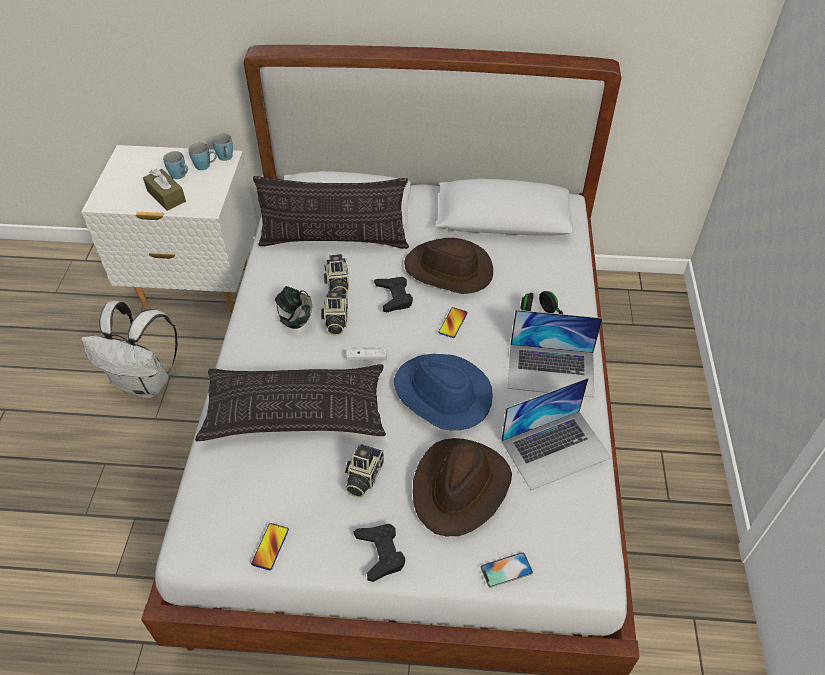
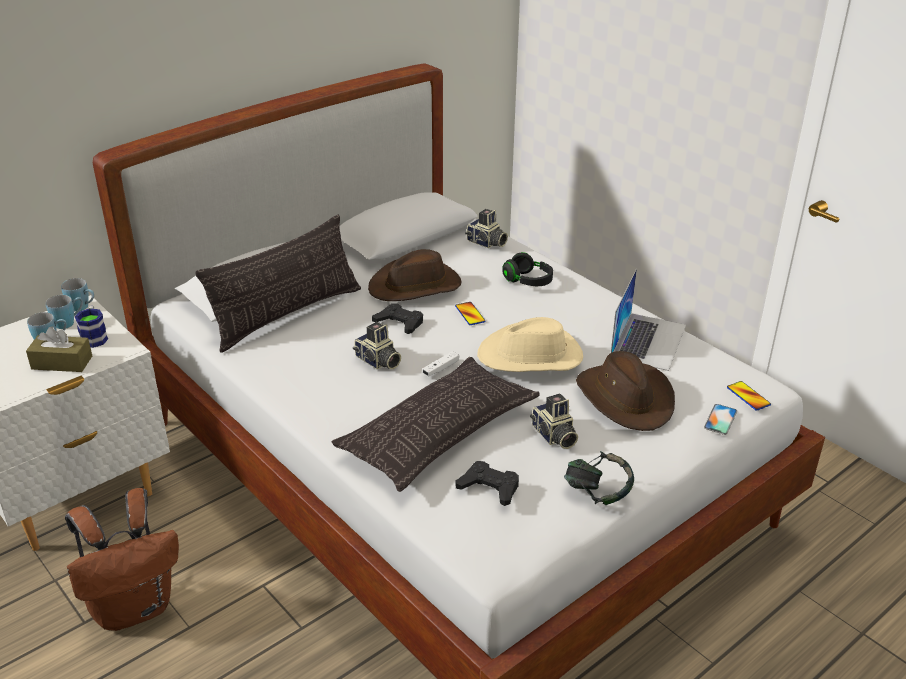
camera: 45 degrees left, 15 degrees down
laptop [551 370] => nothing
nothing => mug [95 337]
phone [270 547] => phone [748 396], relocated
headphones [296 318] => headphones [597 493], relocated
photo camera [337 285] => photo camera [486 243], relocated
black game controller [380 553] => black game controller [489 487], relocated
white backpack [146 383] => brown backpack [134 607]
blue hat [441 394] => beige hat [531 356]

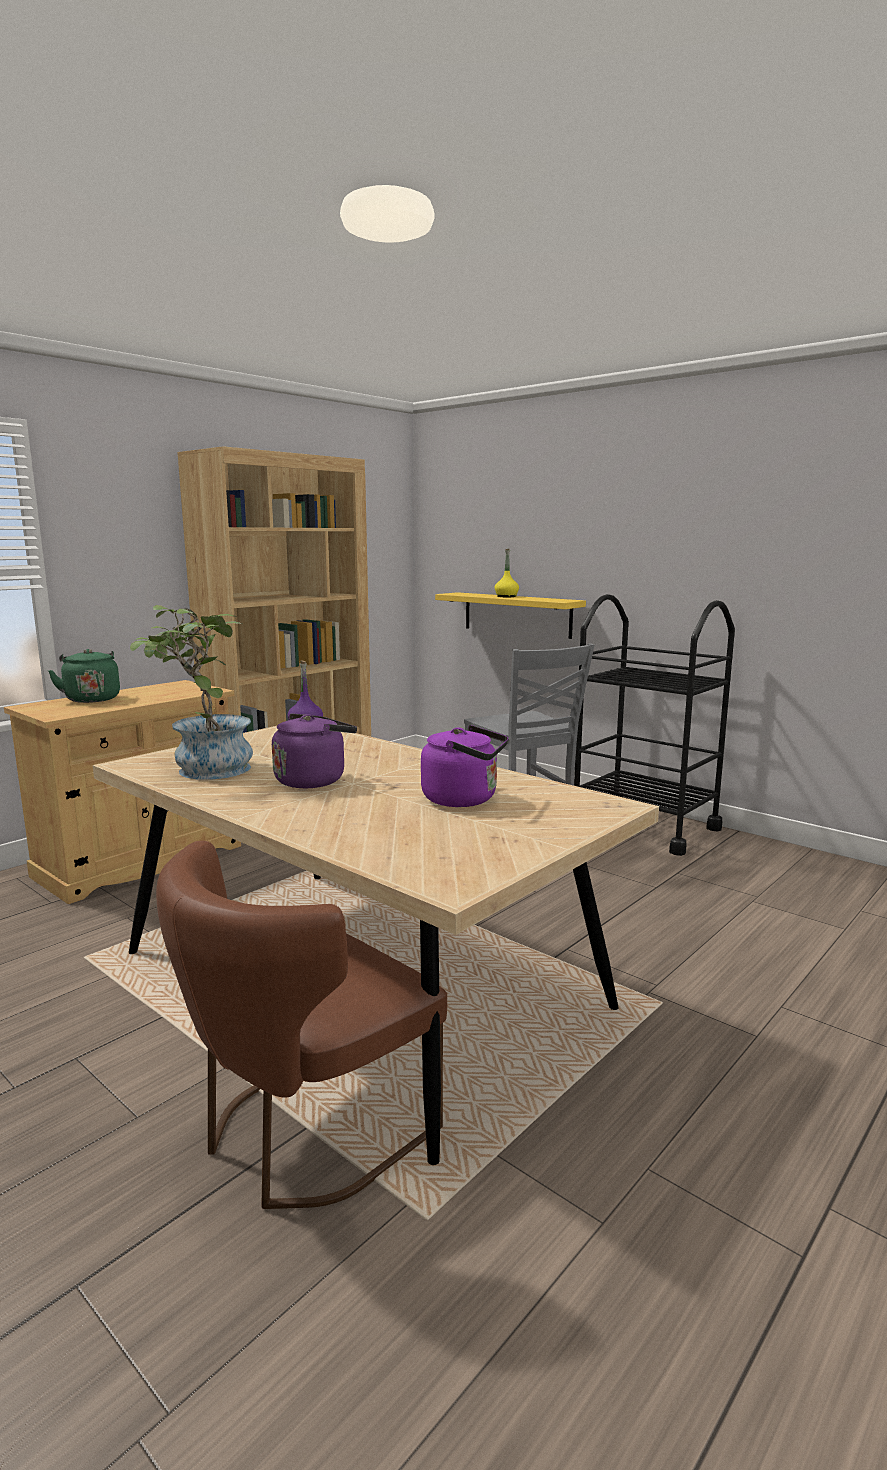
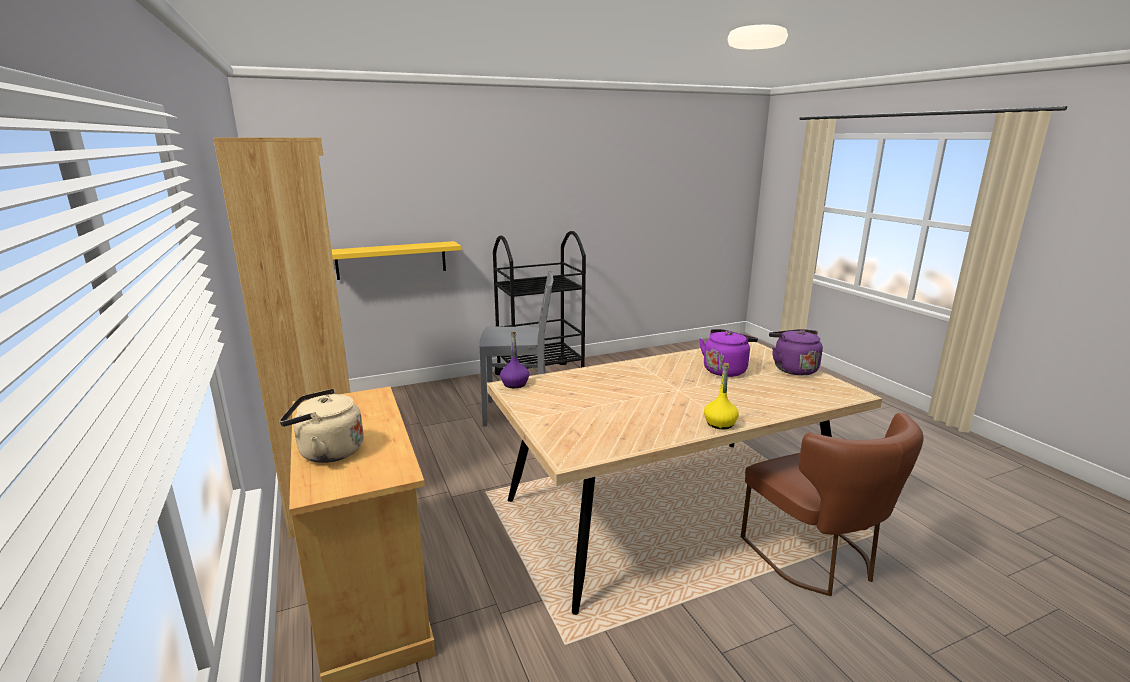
camera: 65 degrees left, 5 degrees up
potted plant [203 768] => nothing
purple kettle [313 780] => purple kettle [792 369], relocated
yellow bottle [506 596] => yellow bottle [720 423], relocated
green kettle [91 699] => beige kettle [327 452]

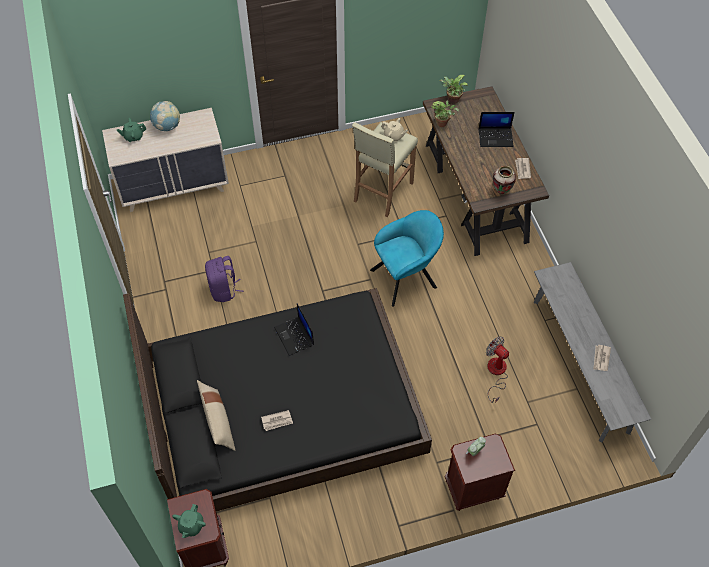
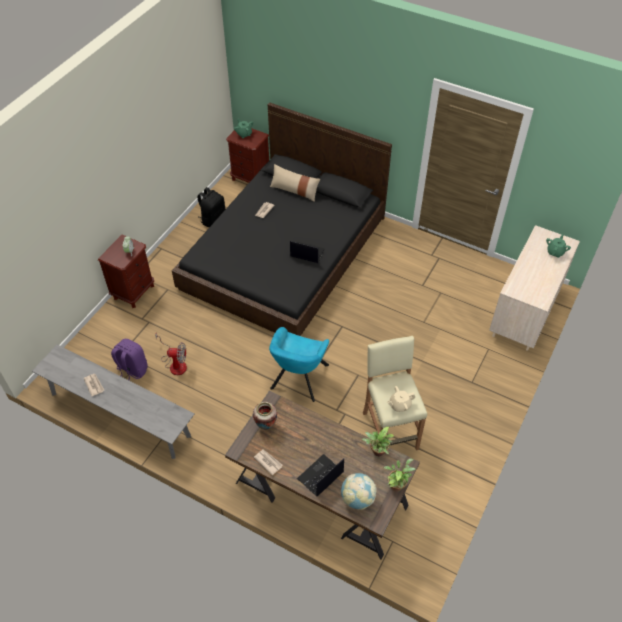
camera: 135 degrees right, 5 degrees down
nothing => black backpack [213 219]
globe [167 126] => globe [357 498], relocated
purple backpack [224 290] => purple backpack [132 370], relocated

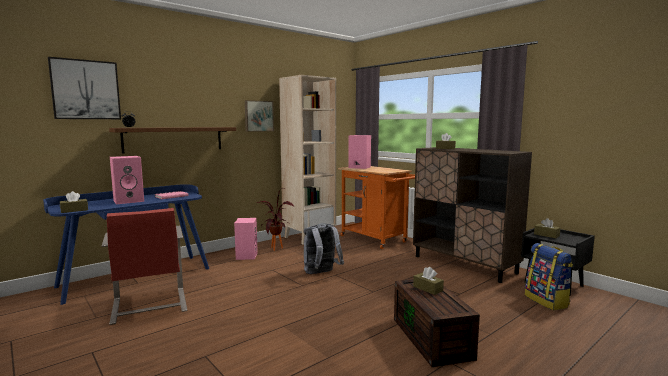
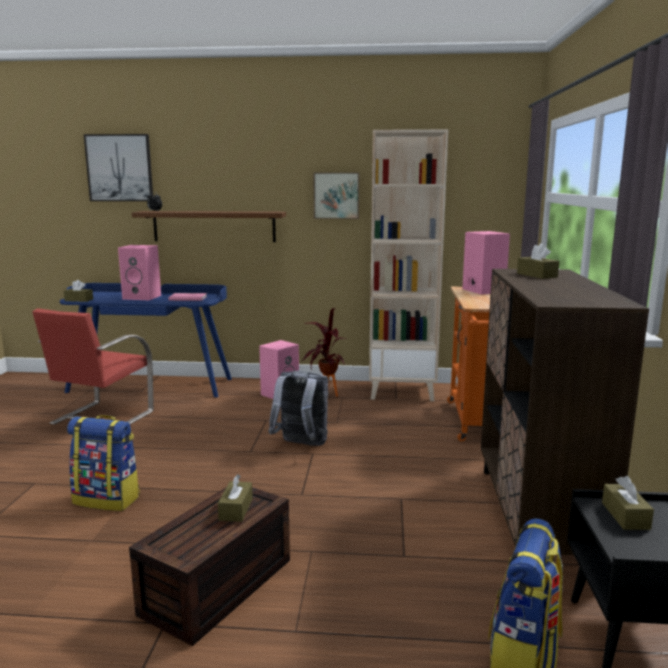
camera: 45 degrees right, 5 degrees up
nothing => backpack [108 499]

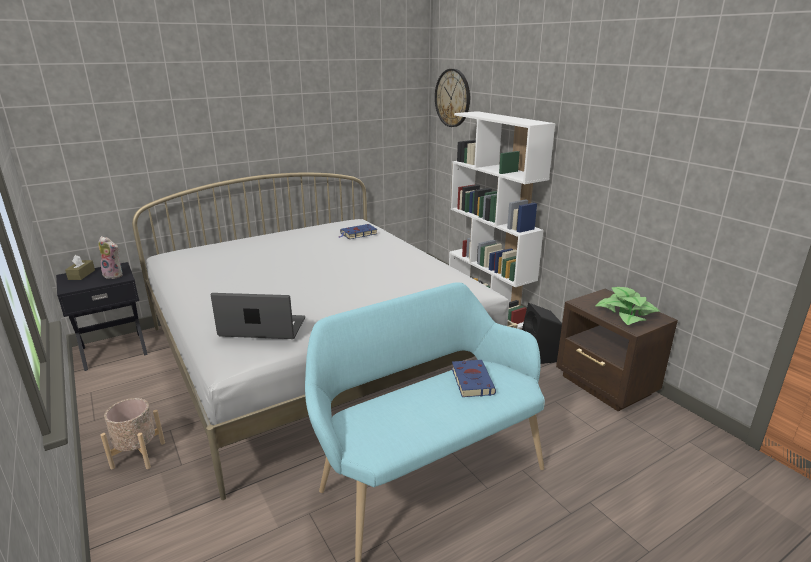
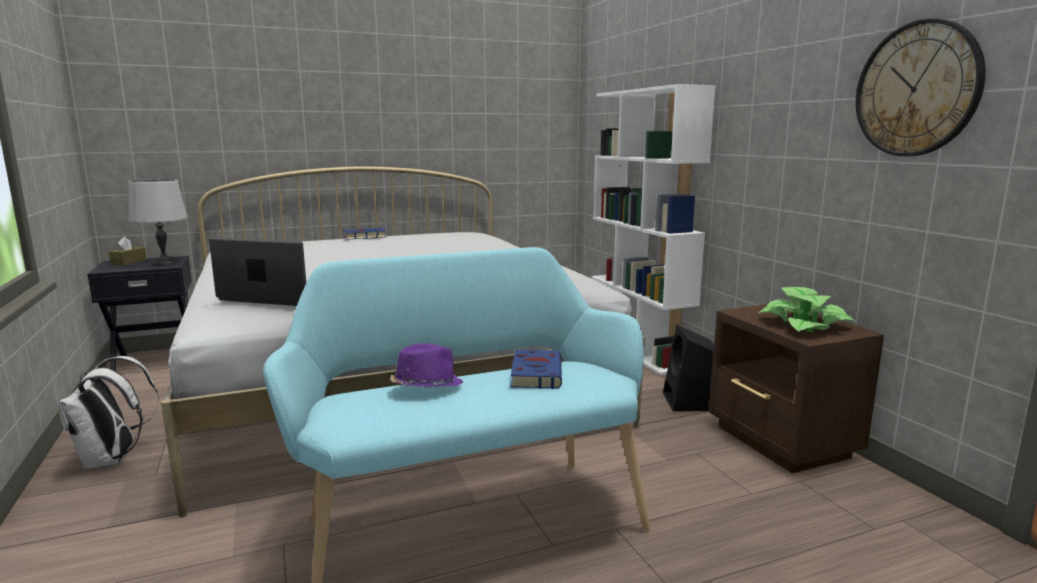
camera: 10 degrees right, 10 degrees down
nothing => purple hat [425 387]
blue book [358 234] => blue book [363 237], relocated
wall clock [452 98] => wall clock [917 89], relocated
plush toy [115 275] => grey table lamp [164 263]
beige planter [138 455] => white backpack [112 459]

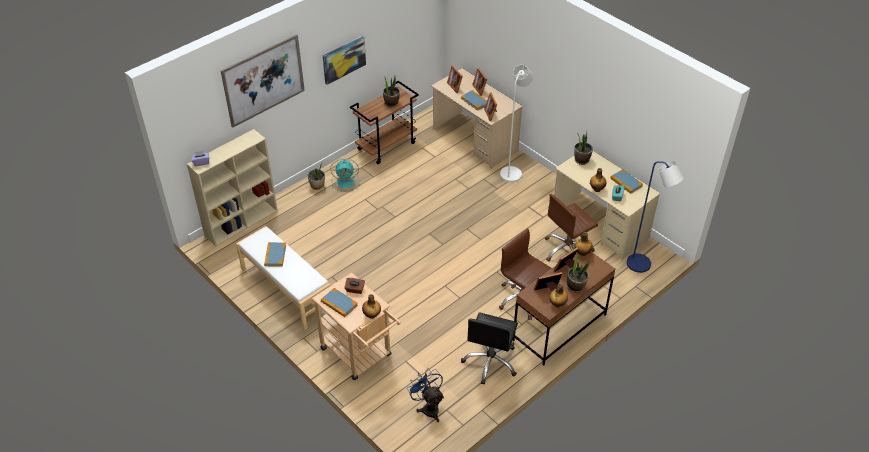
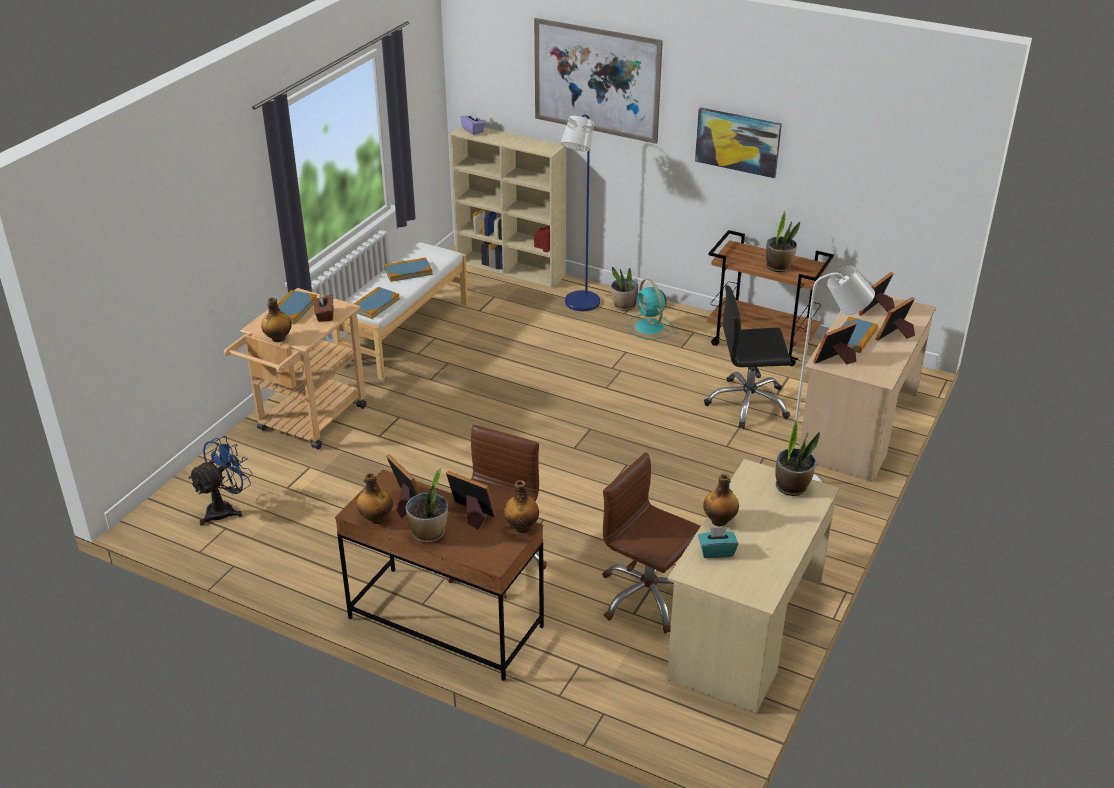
camera: 70 degrees right, 10 degrees down
black office chair [490 361] => black office chair [748 404], relocated
book [626 182] => book [375 305], relocated
blue floor lamp [642 266] => blue floor lamp [579 305], relocated

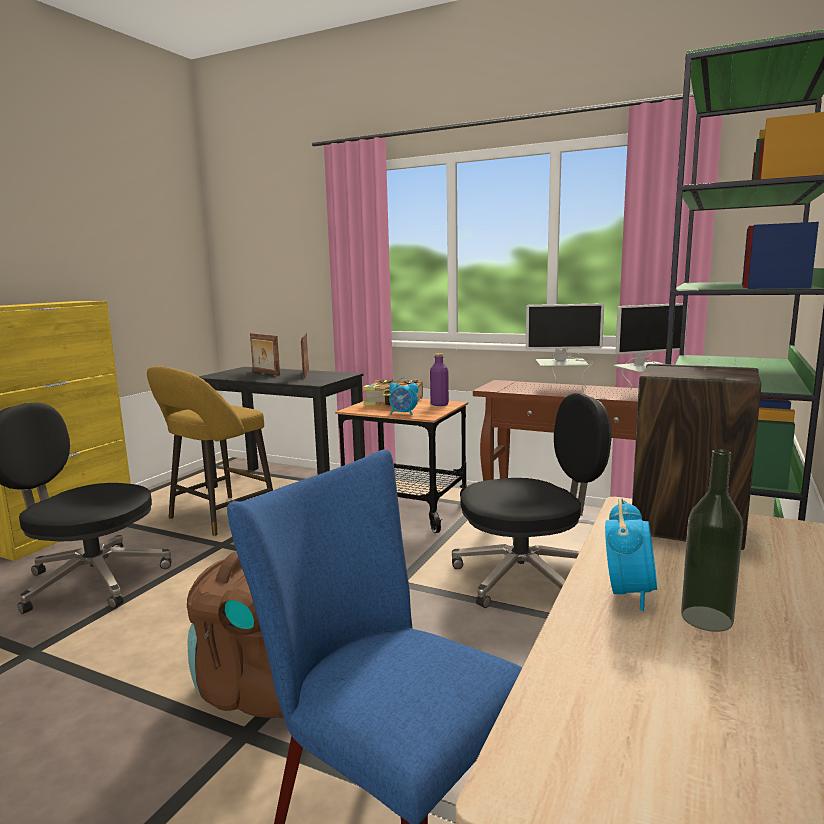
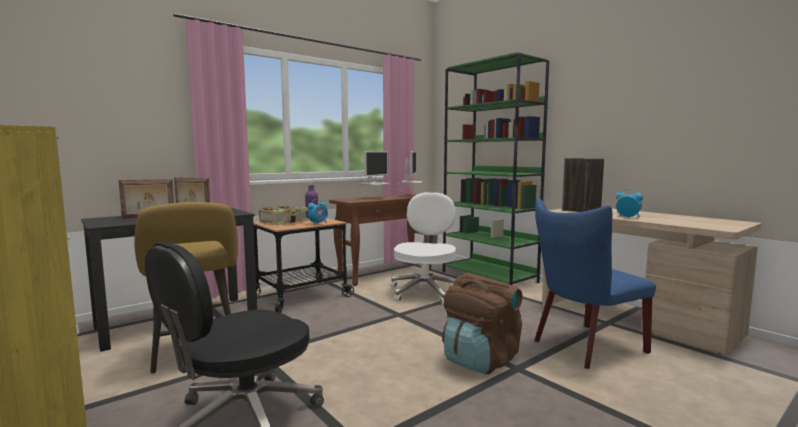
camera: 65 degrees left, 5 degrees down
bottle [706 618] => nothing
black office chair [526 577] => white office chair [425 291]

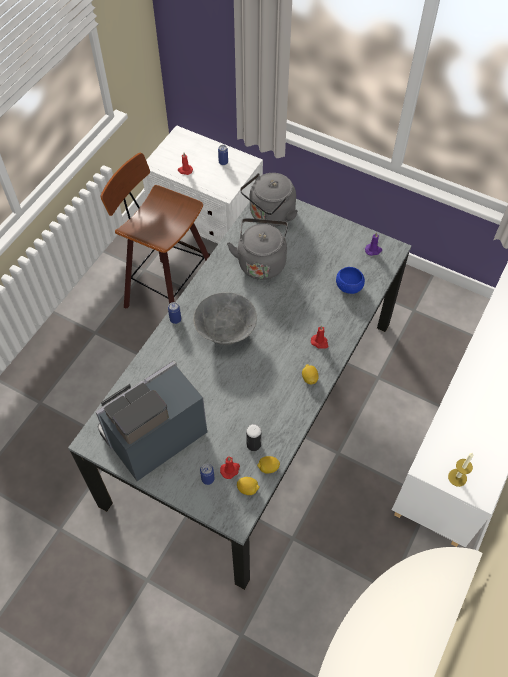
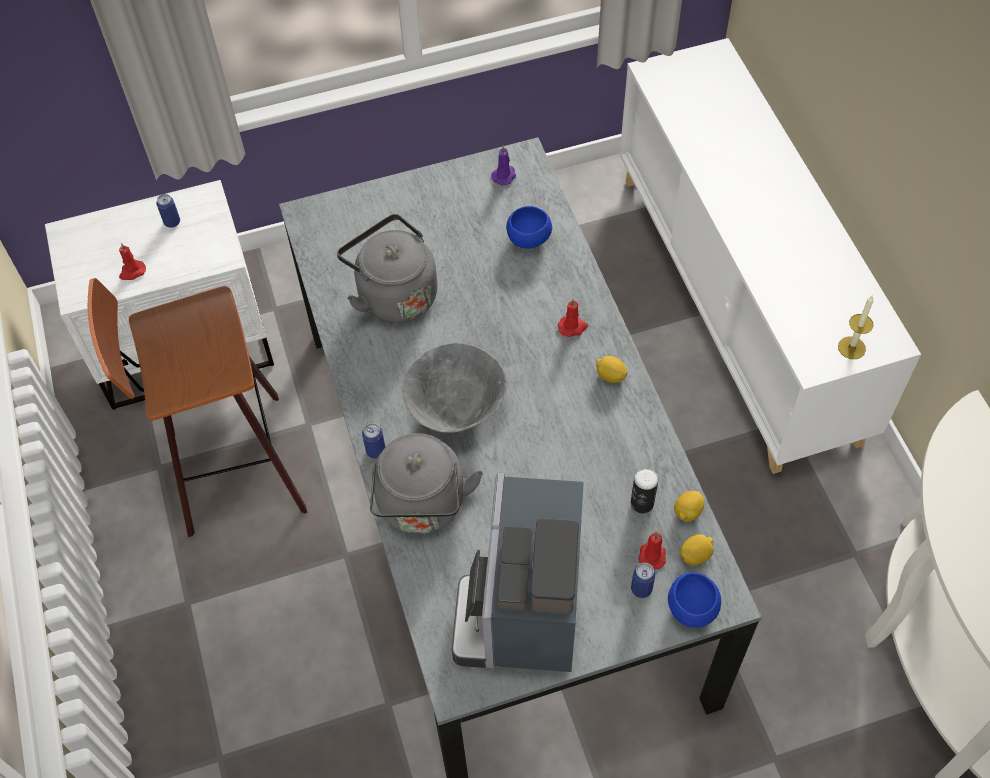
camera: 45 degrees left, 0 degrees up
nothing => blue bowl [692 609]
grey kettle [270 215] => grey kettle [422 507], relocated

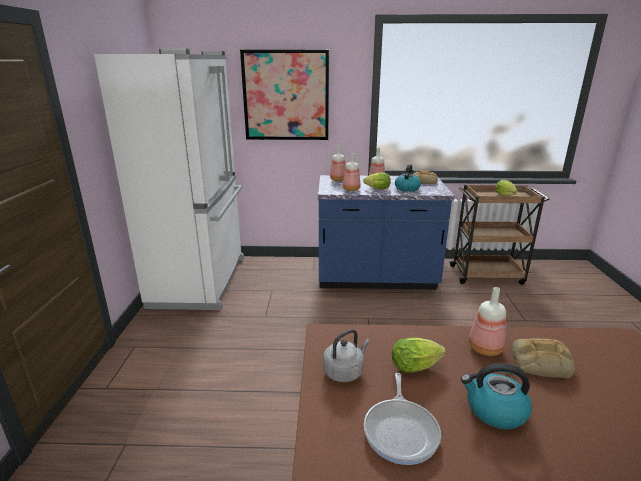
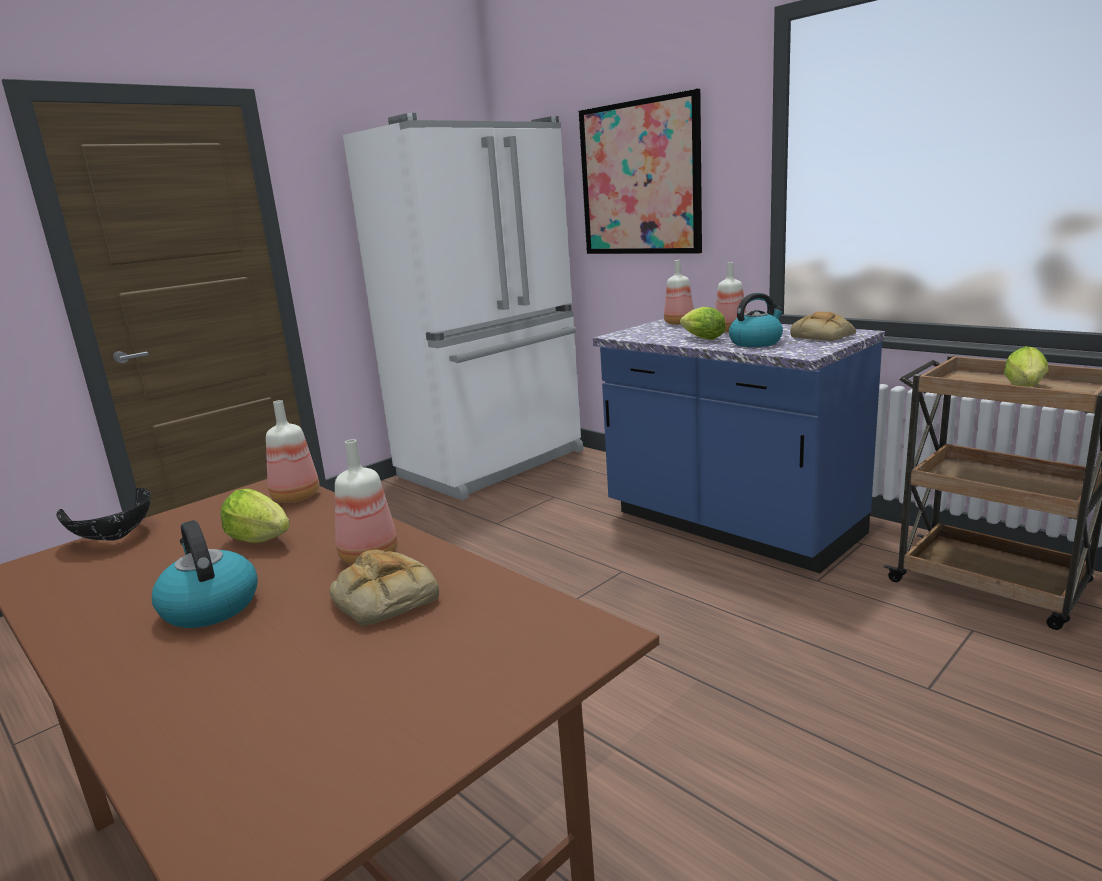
camera: 45 degrees right, 5 degrees down
grey kettle [345 371] => nothing
frying pan [401 430] => nothing
nothing => black bowl [117 538]
bottle [351 189] => bottle [295 497], relocated

